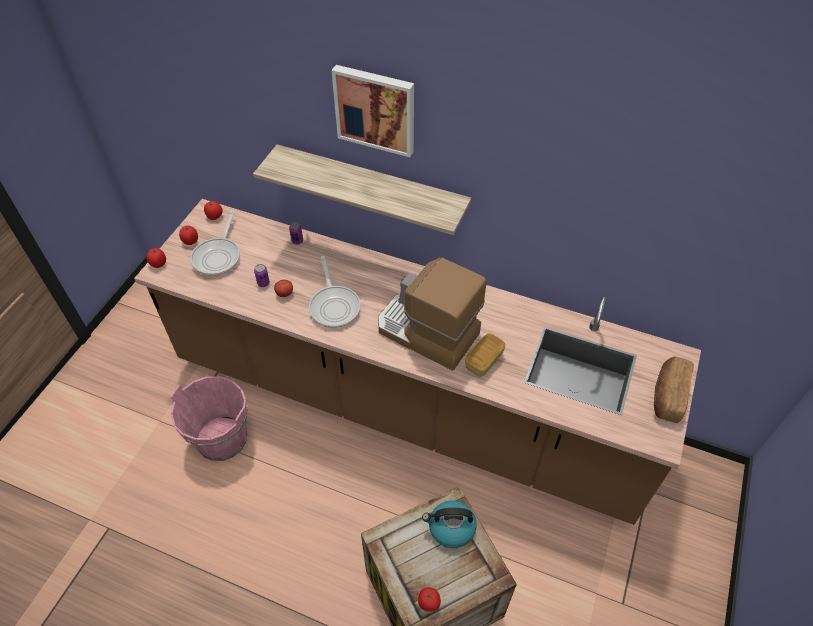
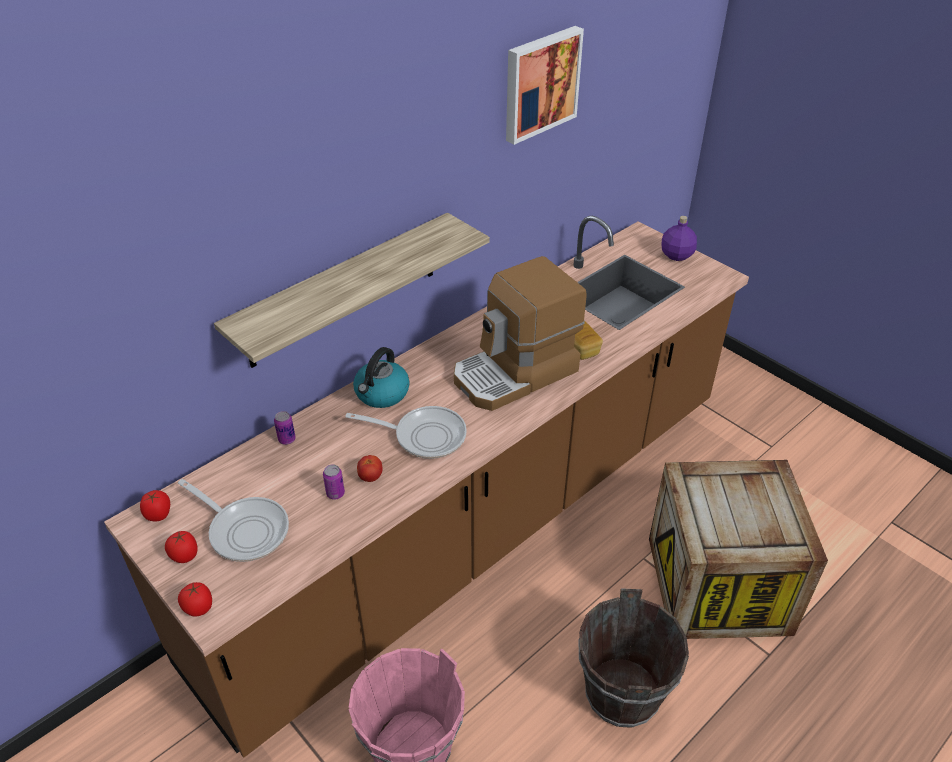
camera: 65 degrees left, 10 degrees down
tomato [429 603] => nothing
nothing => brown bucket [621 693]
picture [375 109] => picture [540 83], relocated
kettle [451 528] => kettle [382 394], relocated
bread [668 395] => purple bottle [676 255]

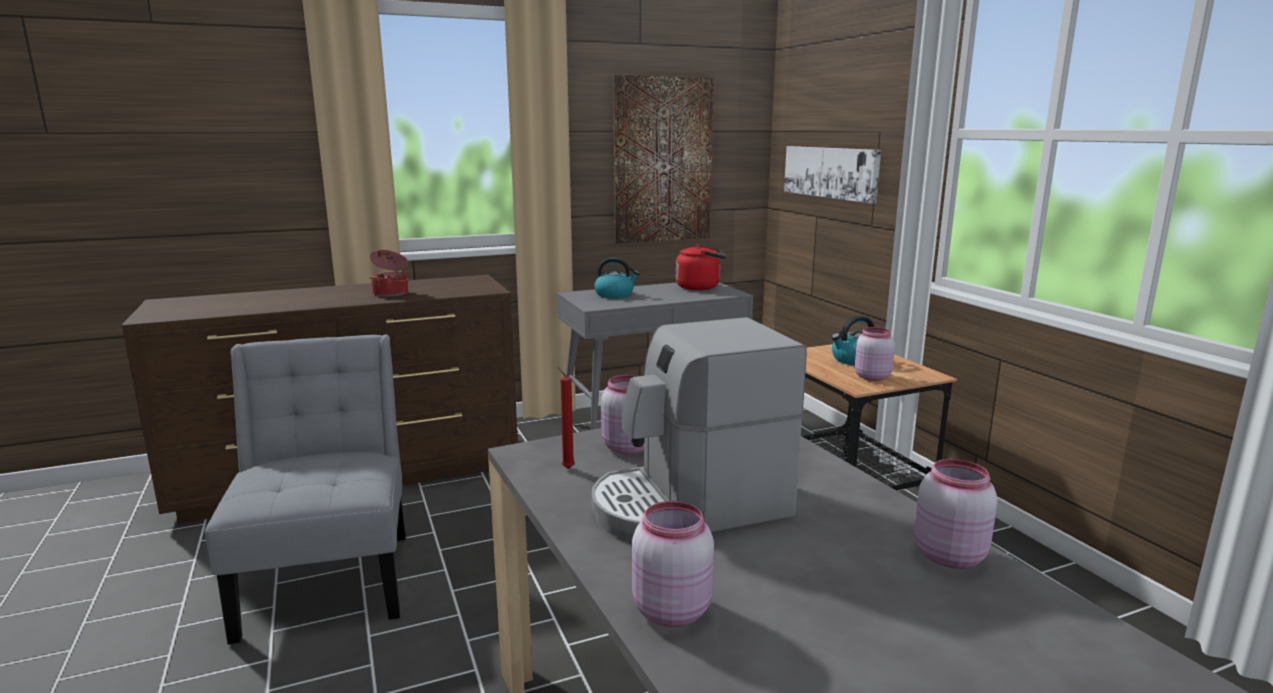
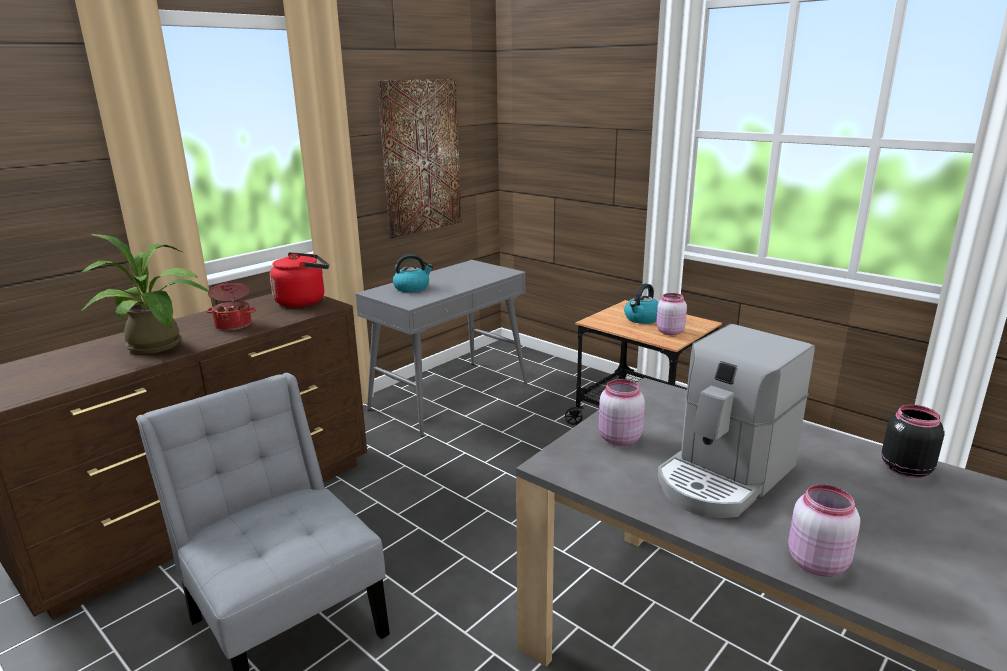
camera: 25 degrees left, 5 degrees up
red candle [566 468] => nothing
picture [830 172] => nothing
nothing => potted plant [158 347]
red kettle [700 287] => red kettle [303 301], relocated
pink jar [947 555] => black jar [904 469]

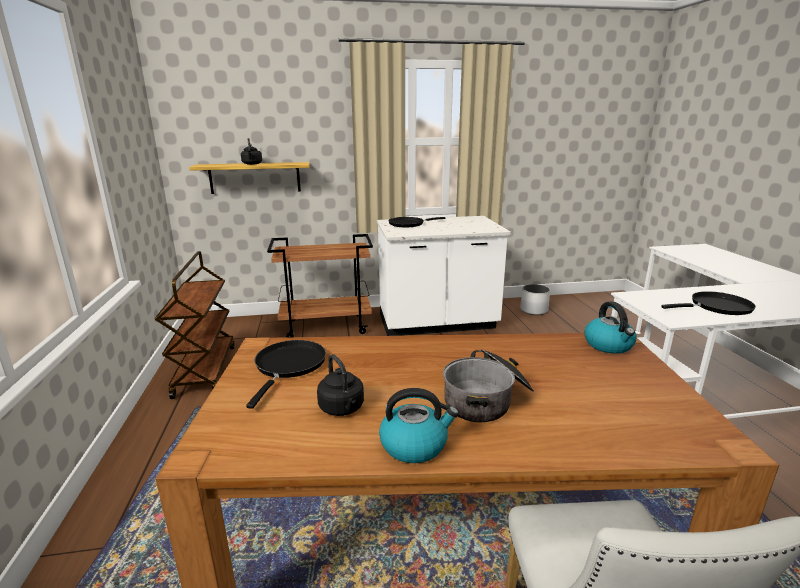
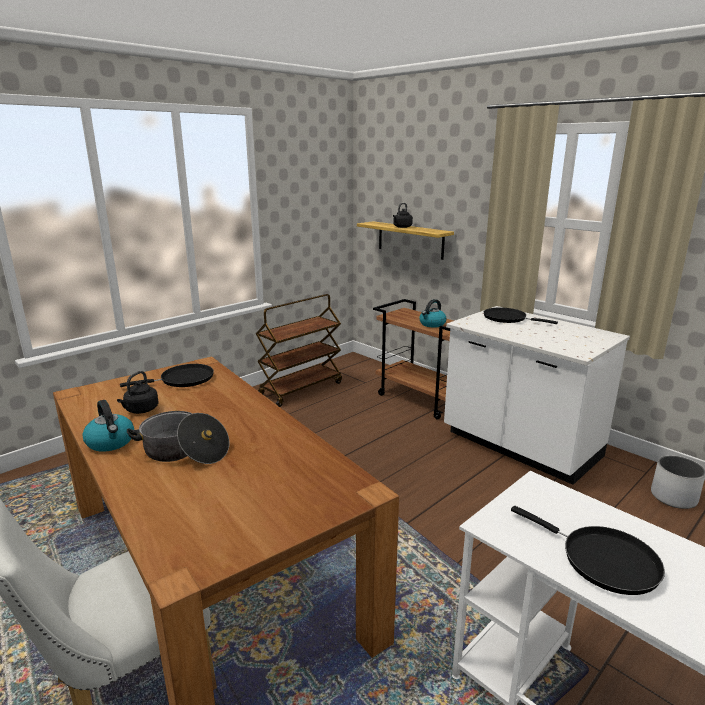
camera: 55 degrees right, 0 degrees up
kettle [609 345] => kettle [432 324], relocated

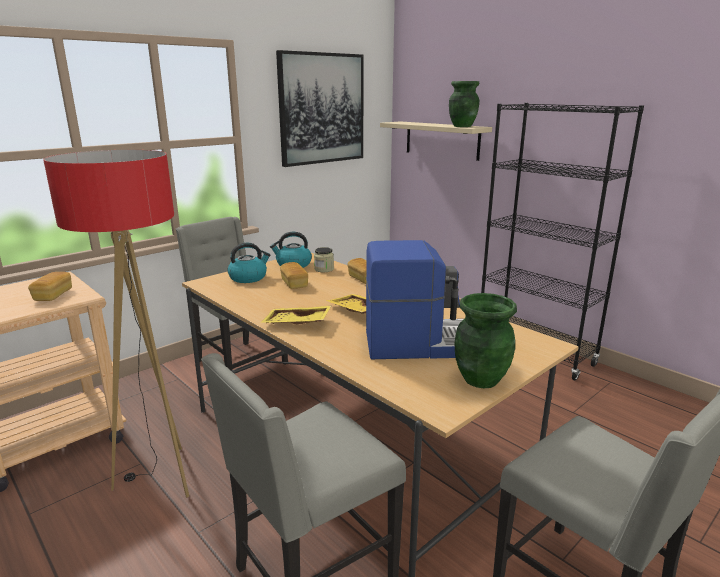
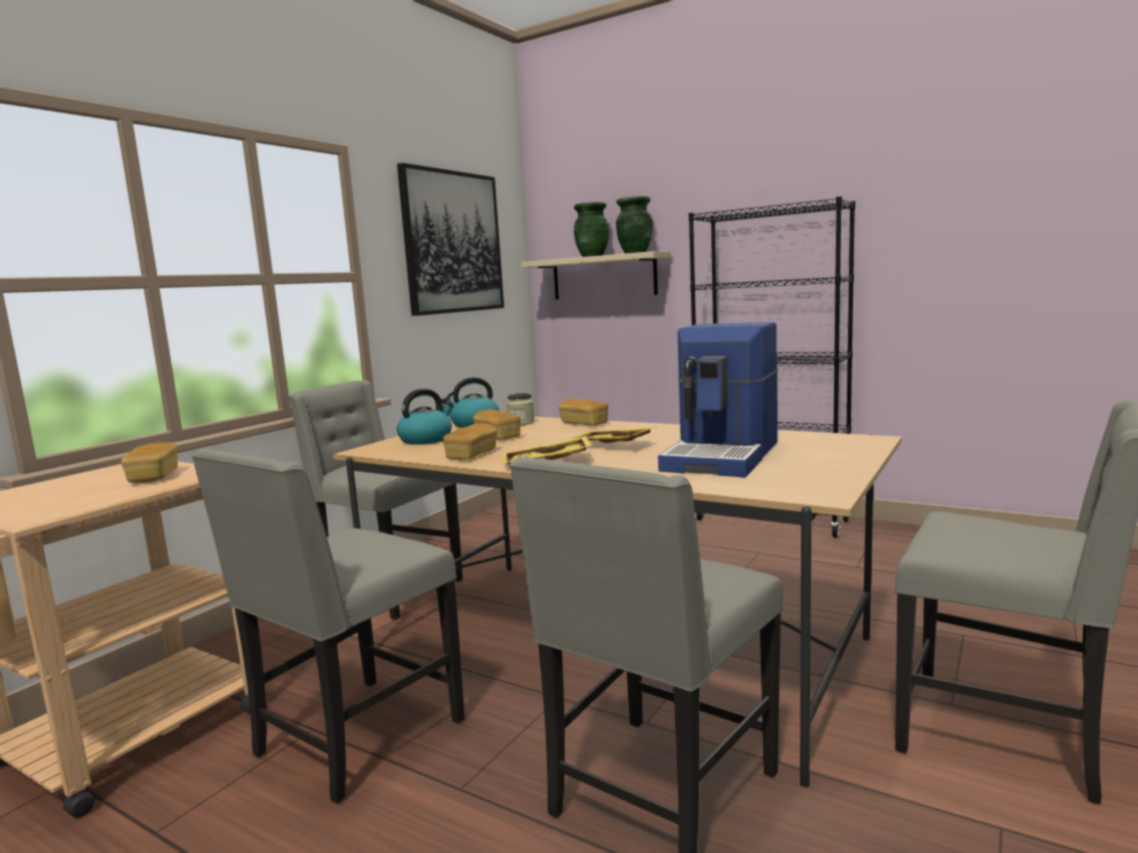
camera: 15 degrees left, 10 degrees down
nothing => bread [472 455]
green vase [481 379] => green vase [592 256], relocated
floor lamp [160 477] => grey chair [355 739]
coffee machine [420 342] => coffee machine [724 456], 135 degrees clockwise

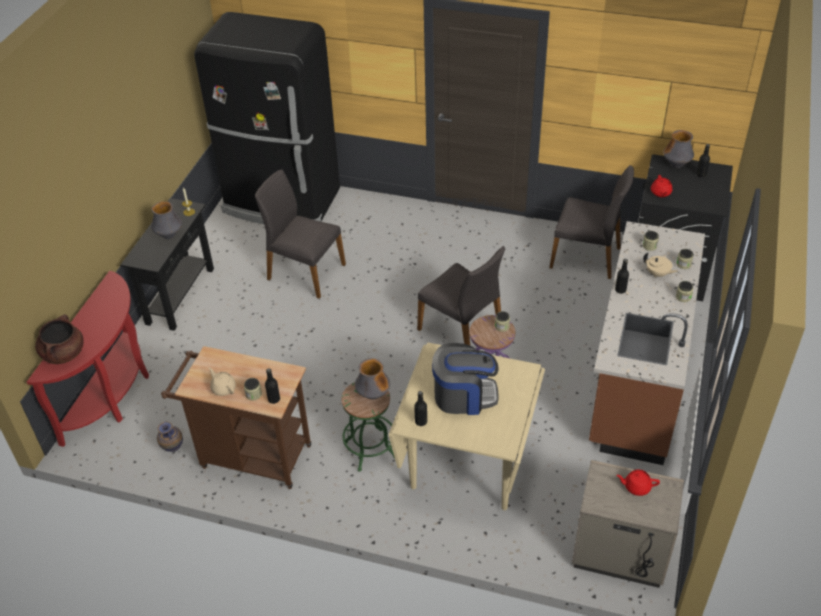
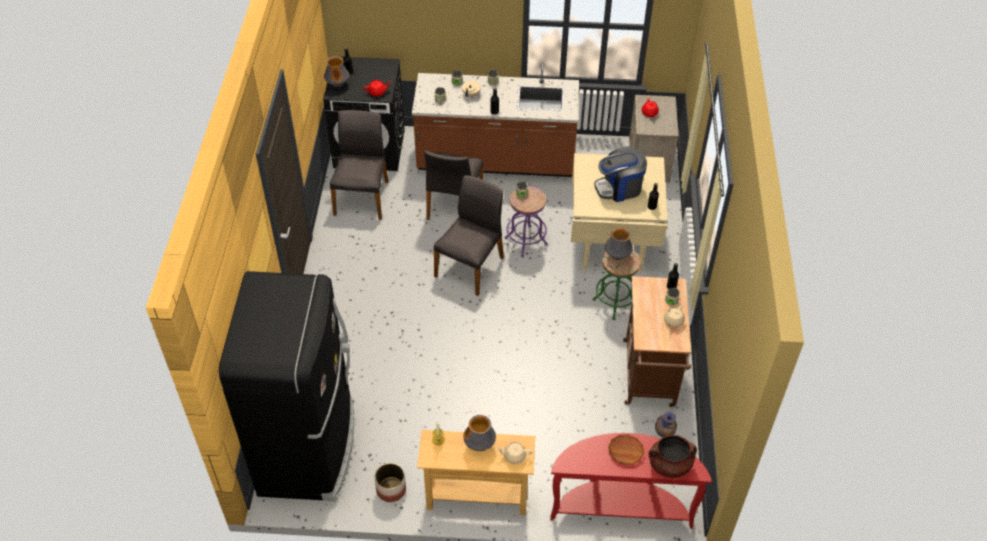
camera: 105 degrees left, 5 degrees up
nothing => planter [390 489]
nothing => beige teapot [514 456]
nothing => brown plate [625 451]
grey chair [305 272] => grey chair [453 204], relocated
black console table [180 296] => beige console table [477 497]
coffee machine [464 396] => coffee machine [619 188], 90 degrees counterclockwise

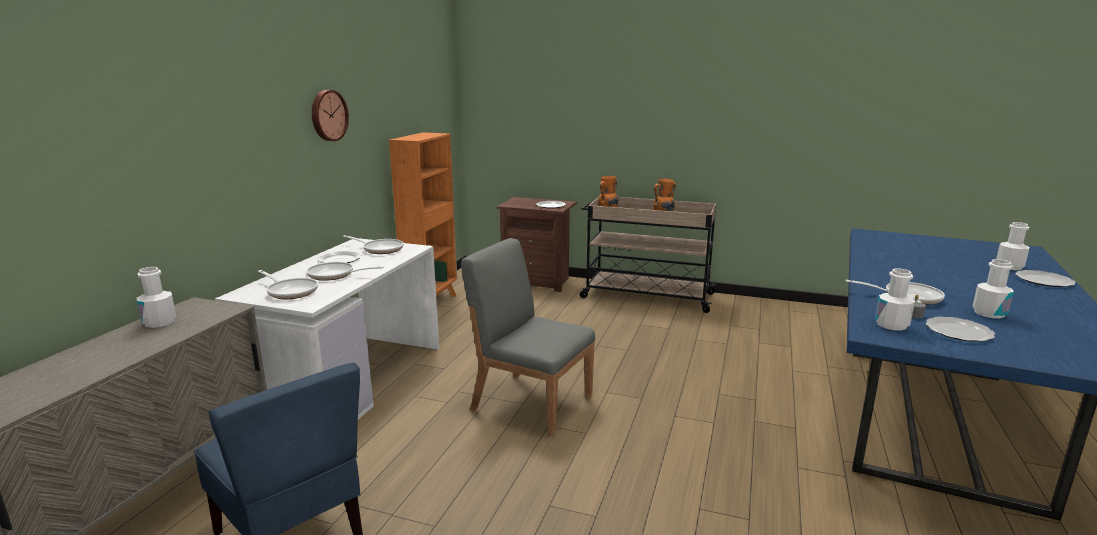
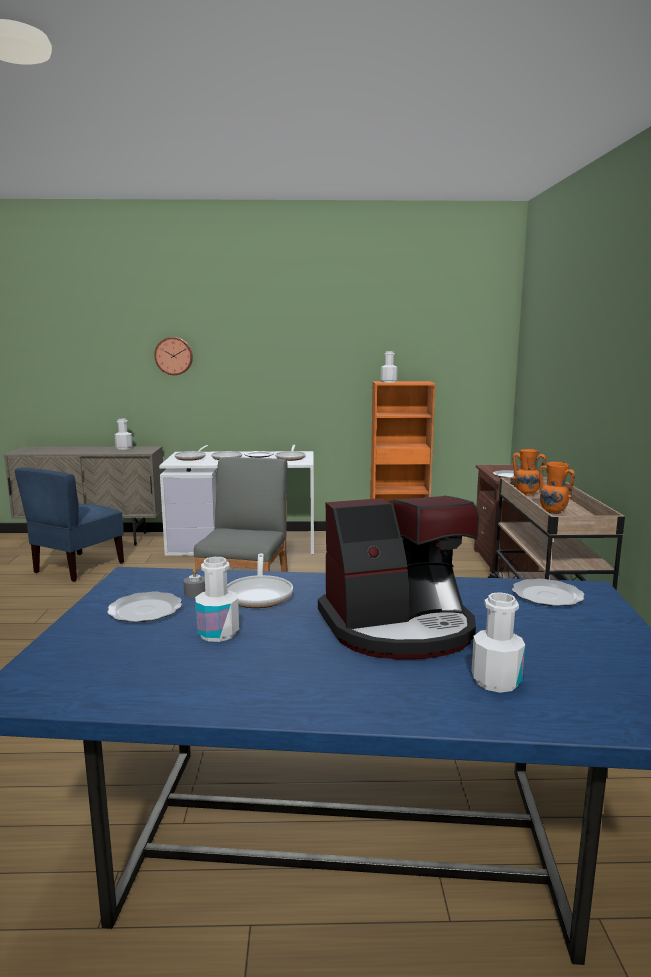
camera: 70 degrees right, 5 degrees down
nothing => coffee machine [399 628]
wall clock [328 115] => wall clock [174 356], relocated
white bottle [891 325] => white bottle [388 382], relocated
plate [1044 280] => plate [548 596], relocated

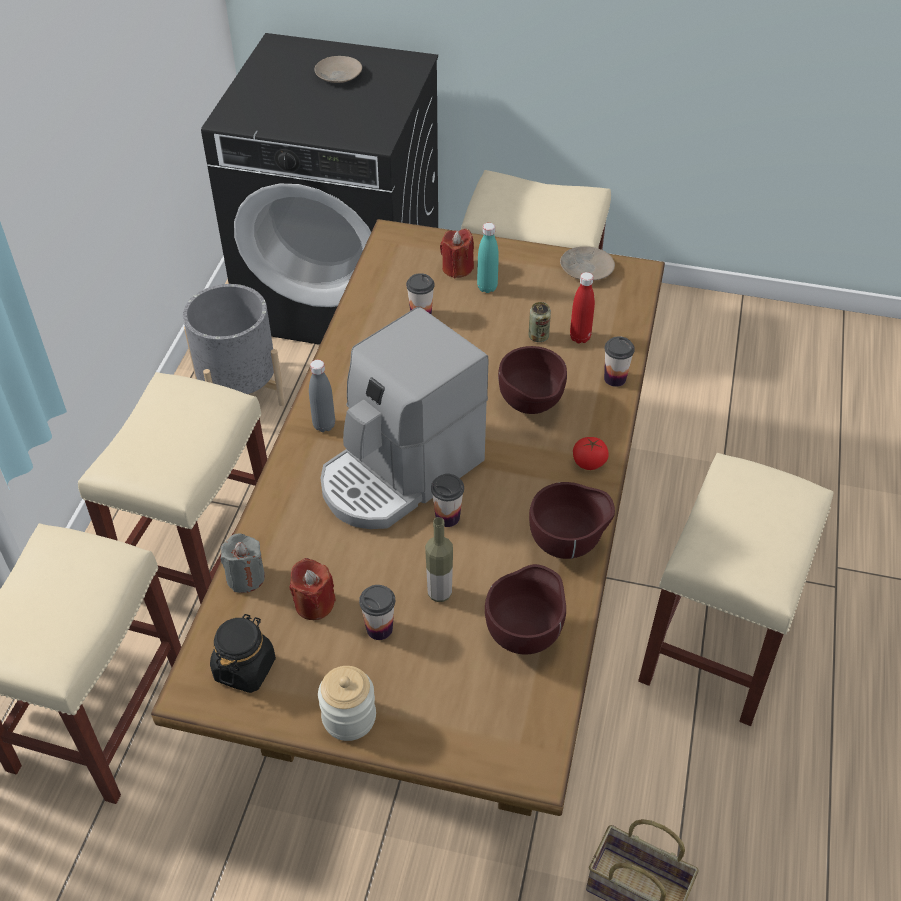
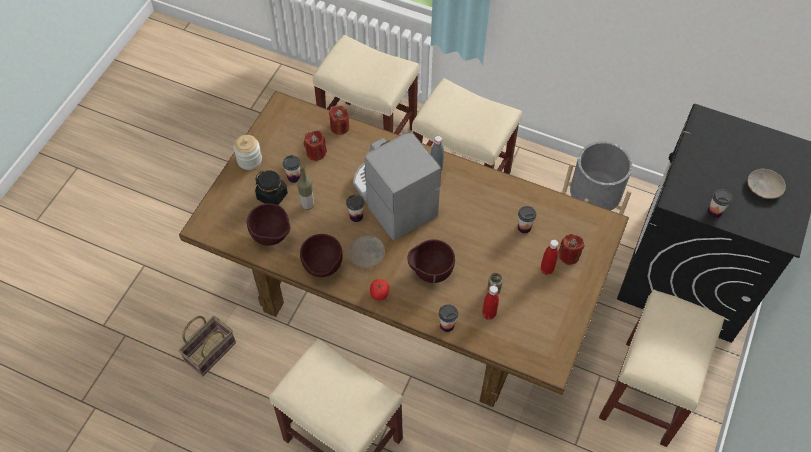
camera: 100 degrees right, 10 degrees up
nothing => cup [714 212]
black jar [245 668] => black jar [272 196], relocated
beige plate [586 269] => beige plate [367 254], relocated
grey candle [245 577] => red candle [339 127]
turquoise bottle [487 287] => red bottle [546 269]

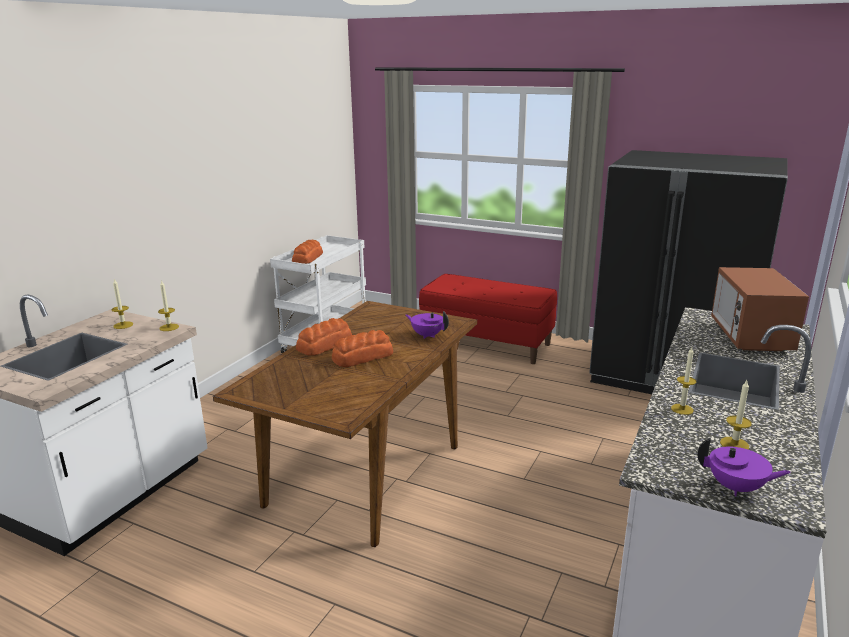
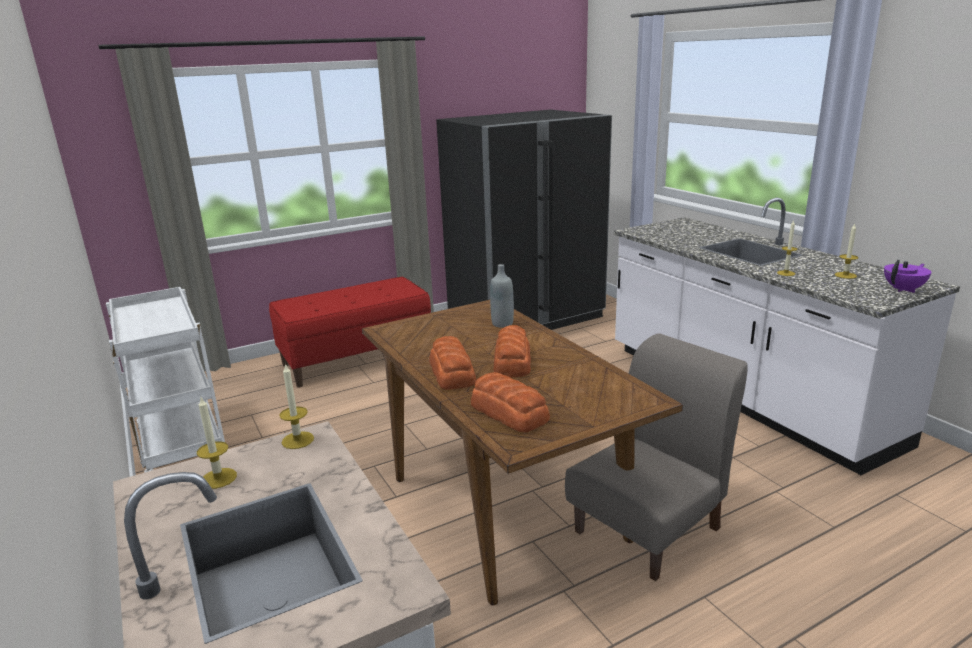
camera: 55 degrees left, 0 degrees up
microwave [749 337] => nothing
nothing => grey chair [649 529]
bread [308 258] => bread [508 412], relocated
purple teapot [427 335] => grey bottle [502 324]

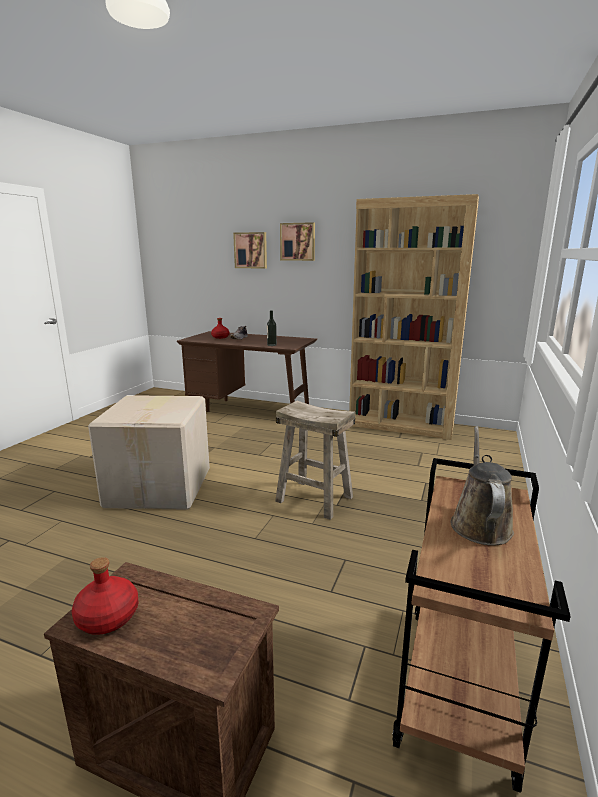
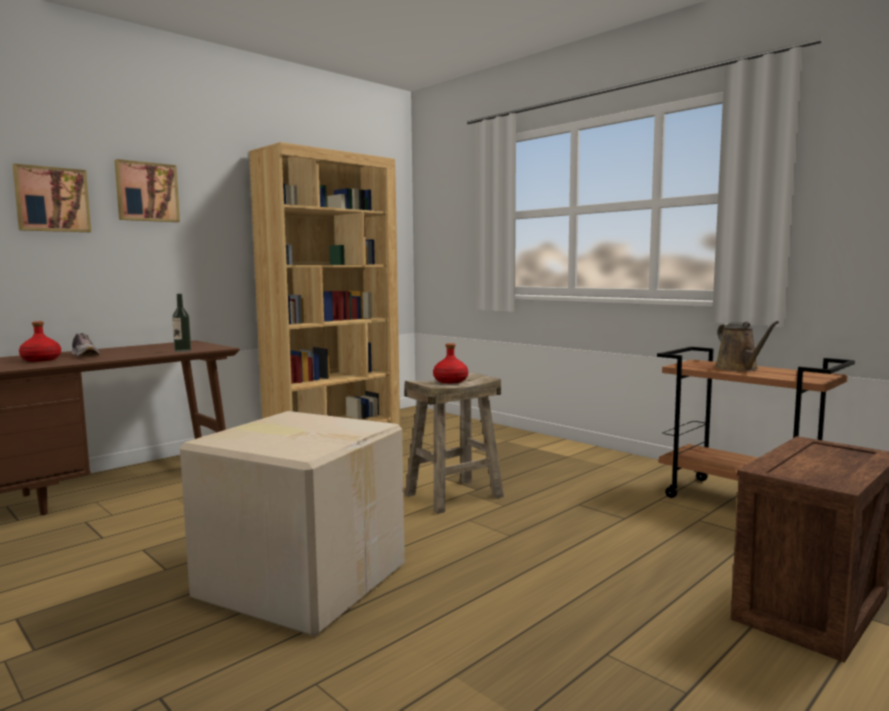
camera: 65 degrees left, 10 degrees down
red bottle [107 617] => red bottle [450 381], relocated
brown watering can [479 523] => brown watering can [739 368], 135 degrees counterclockwise

